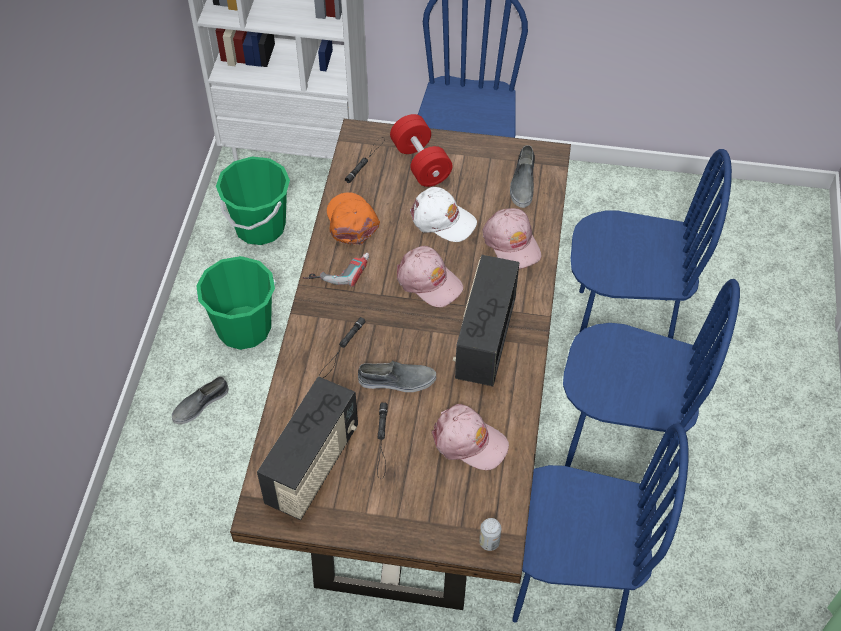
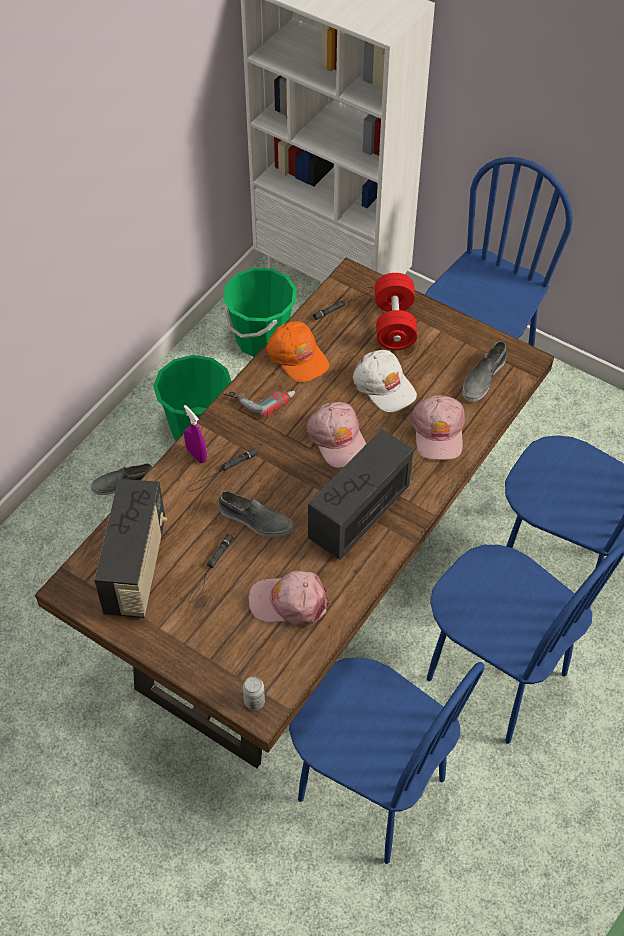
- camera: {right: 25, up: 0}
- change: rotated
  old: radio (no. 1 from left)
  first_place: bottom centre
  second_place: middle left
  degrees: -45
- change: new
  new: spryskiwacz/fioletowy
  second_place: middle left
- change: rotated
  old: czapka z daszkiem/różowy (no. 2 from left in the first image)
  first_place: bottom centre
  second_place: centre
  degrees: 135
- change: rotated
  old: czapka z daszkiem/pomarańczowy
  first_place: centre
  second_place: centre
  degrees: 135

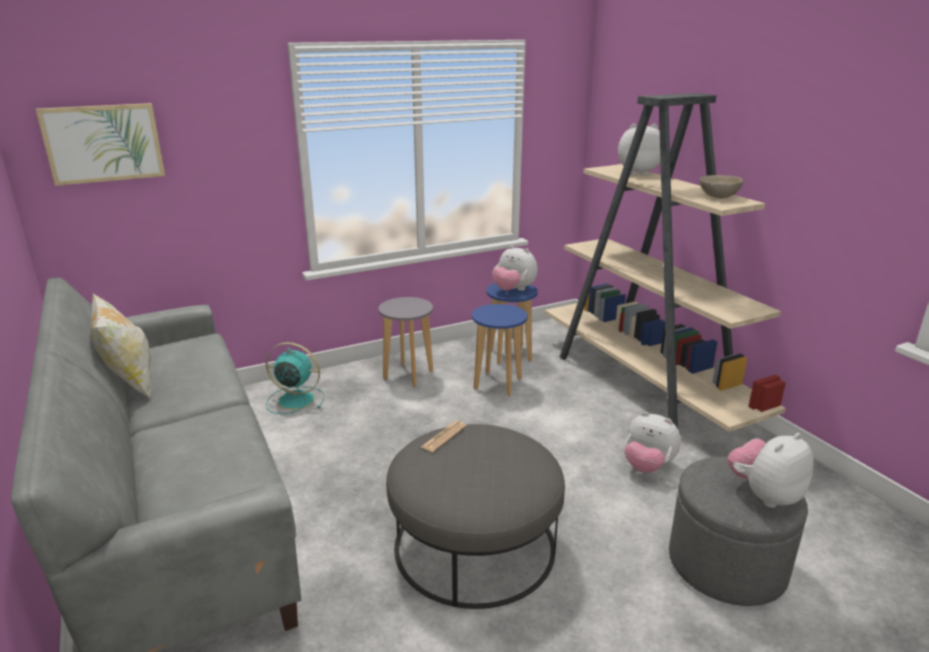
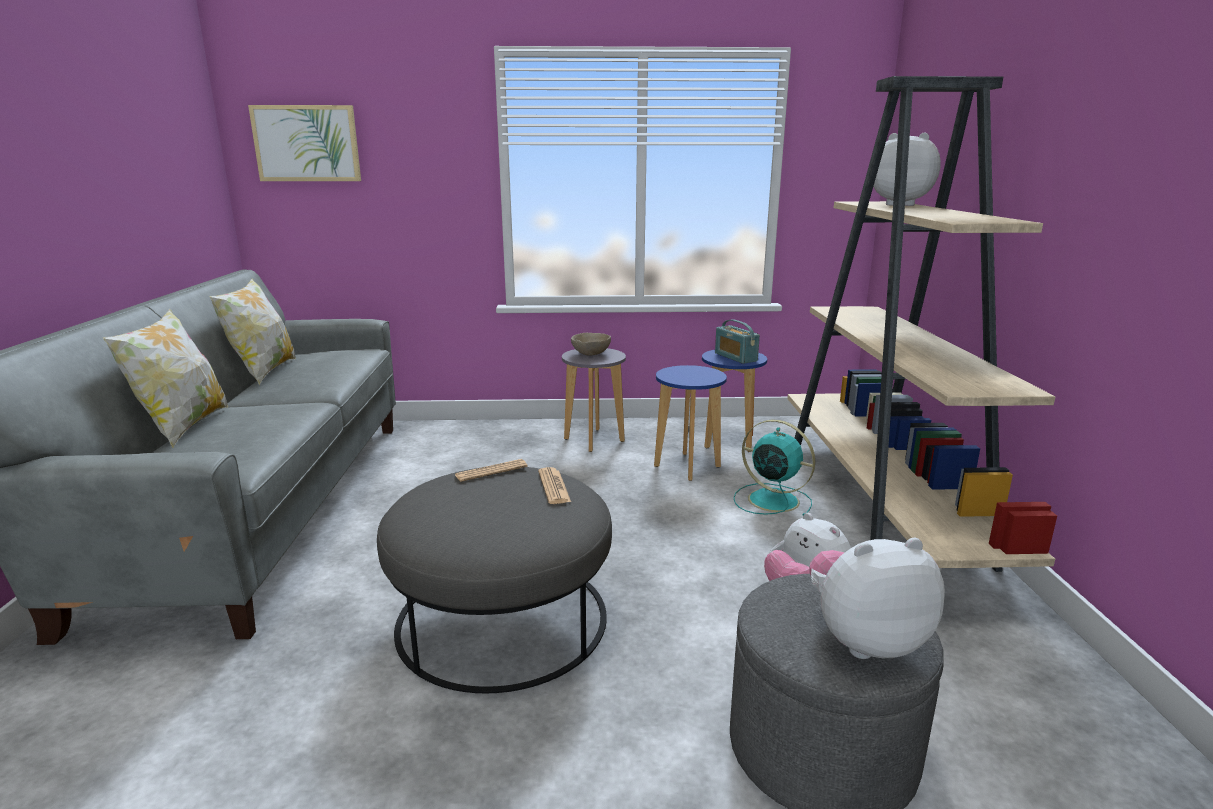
- camera: {right: 25, up: -5}
- change: new
  new: poduszka (no. 1 from left)
  second_place: middle left
- change: new
  new: gazeta (no. 2 from left)
  second_place: centre
- change: shifted
  old: miska/beżowy
  first_place: top right
  second_place: centre
- change: swapped
  old: pluszak (no. 1 from left)
  new: radio
  first_place: centre
  second_place: centre
- change: shifted
  old: wentylator/turkusowy
  first_place: middle left
  second_place: centre

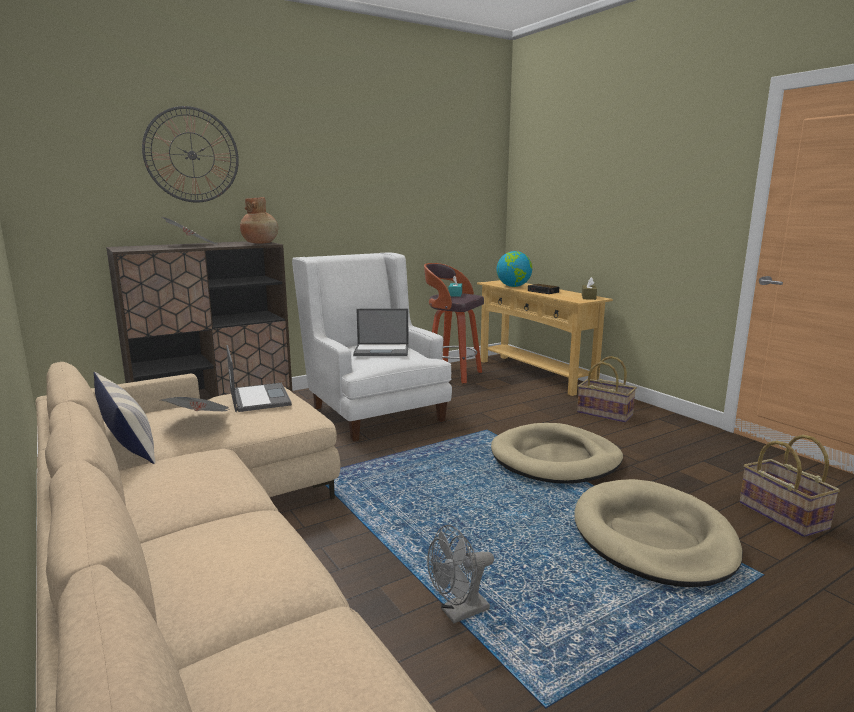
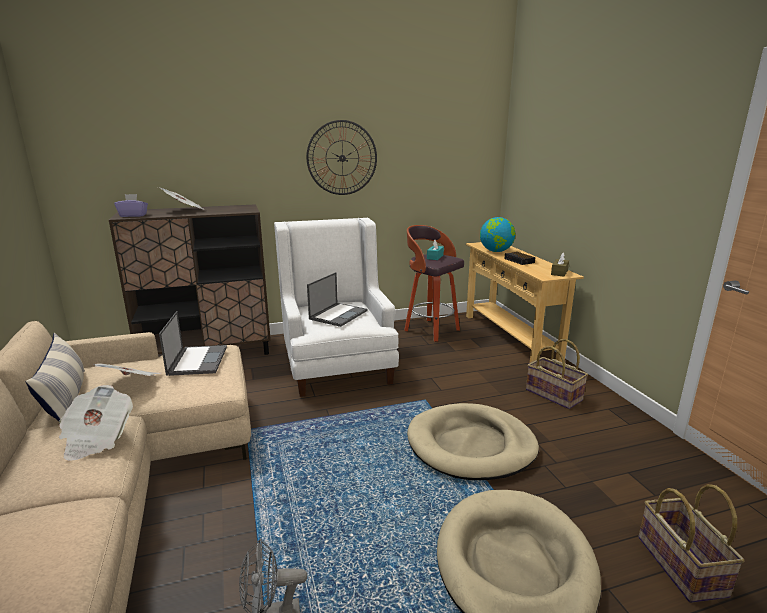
- camera: {right: 15, up: 5}
- change: new
  new: gazeta (no. 1 from left)
  second_place: bottom left
- change: new
  new: pudełko chusteczek/fioletowy
  second_place: middle left
- change: shifted
  old: zegar ścienny
  first_place: top left
  second_place: top centre
- change: rotated
  old: laptop (no. 2 from left)
  first_place: centre
  second_place: centre
  degrees: -75
- change: gone
  old: wazon/brązowy
  first_place: top left

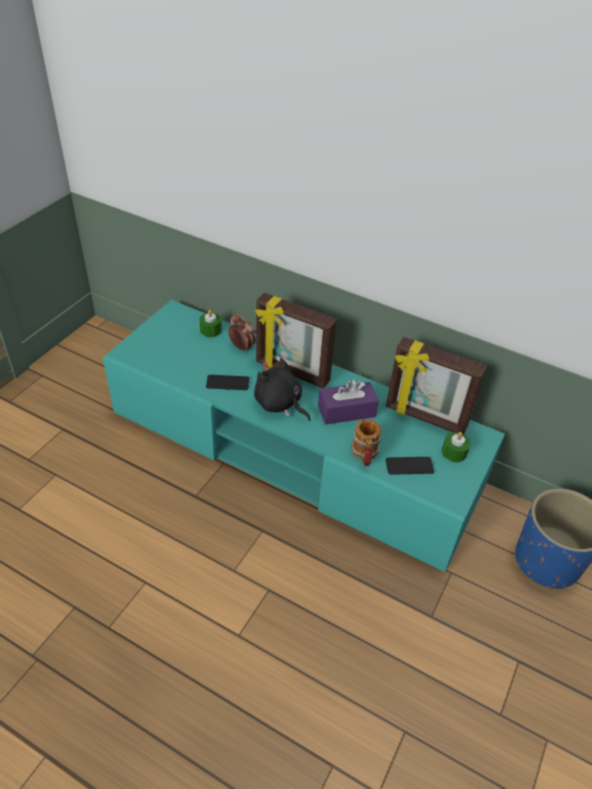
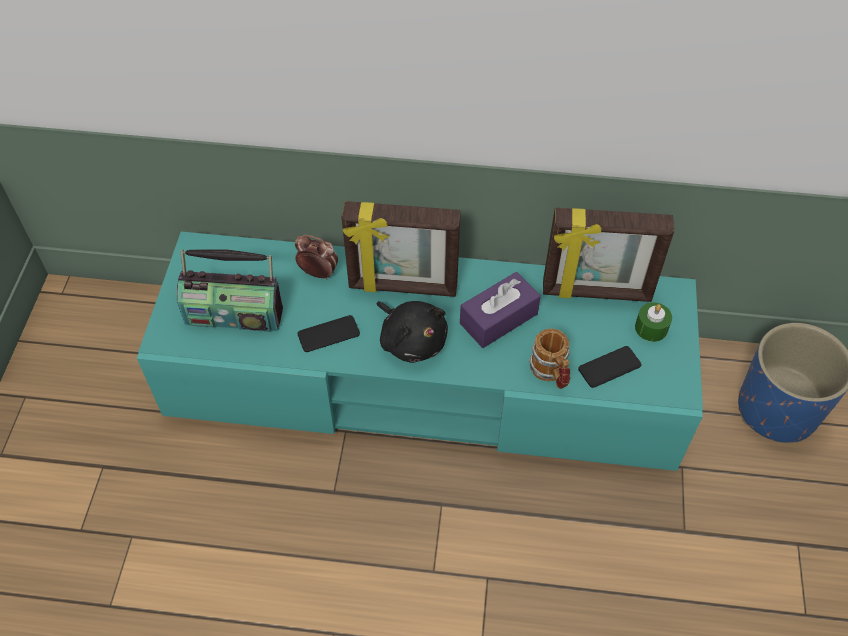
- camera: {right: -20, up: 10}
- change: new
  new: radio
  second_place: middle left
- change: rotated
  old: pluszak/czarny
  first_place: centre
  second_place: centre
  degrees: -150
- change: gone
  old: świeca/zielony (no. 1 from left)
  first_place: centre

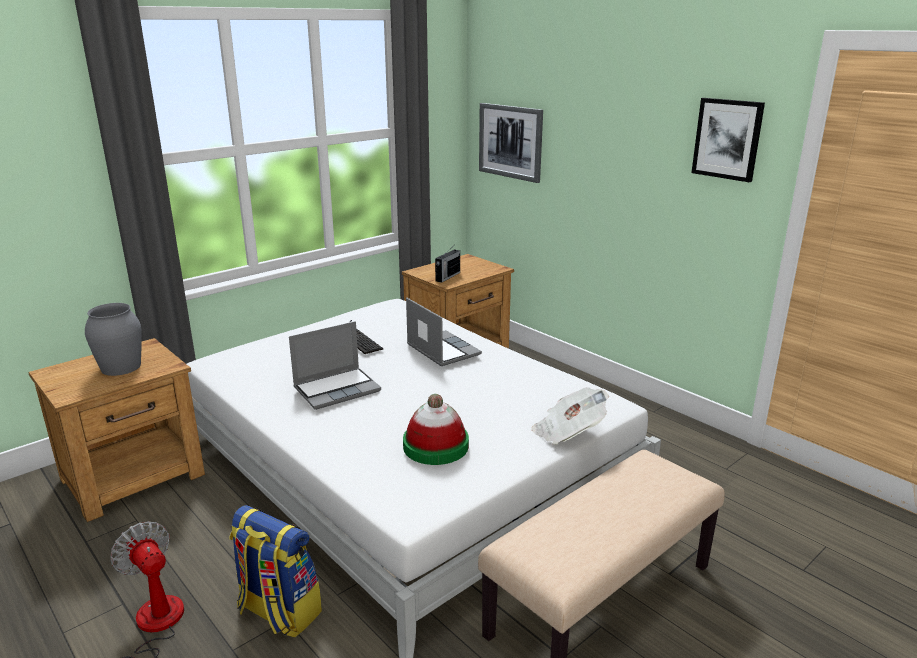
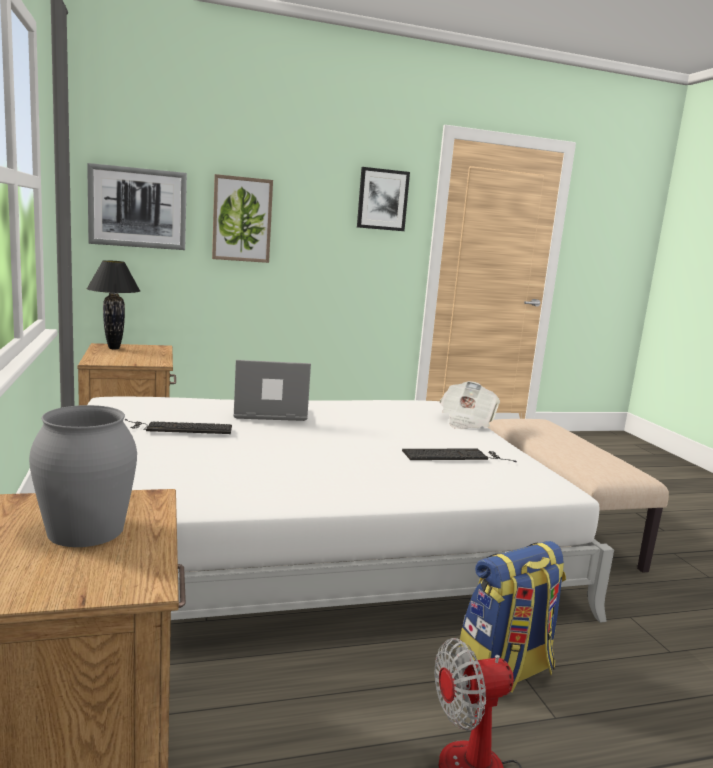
- camera: {right: -65, up: -10}
- change: new
  new: lampa stołowa/czarny
  second_place: middle left
- change: new
  new: obraz (no. 2 from left)
  second_place: top centre
- change: swapped
  old: kapelusz
  new: klawiatura (no. 2 from left)
  first_place: centre
  second_place: centre
- change: gone
  old: laptop (no. 1 from left)
  first_place: centre
- change: gone
  old: radio
  first_place: centre

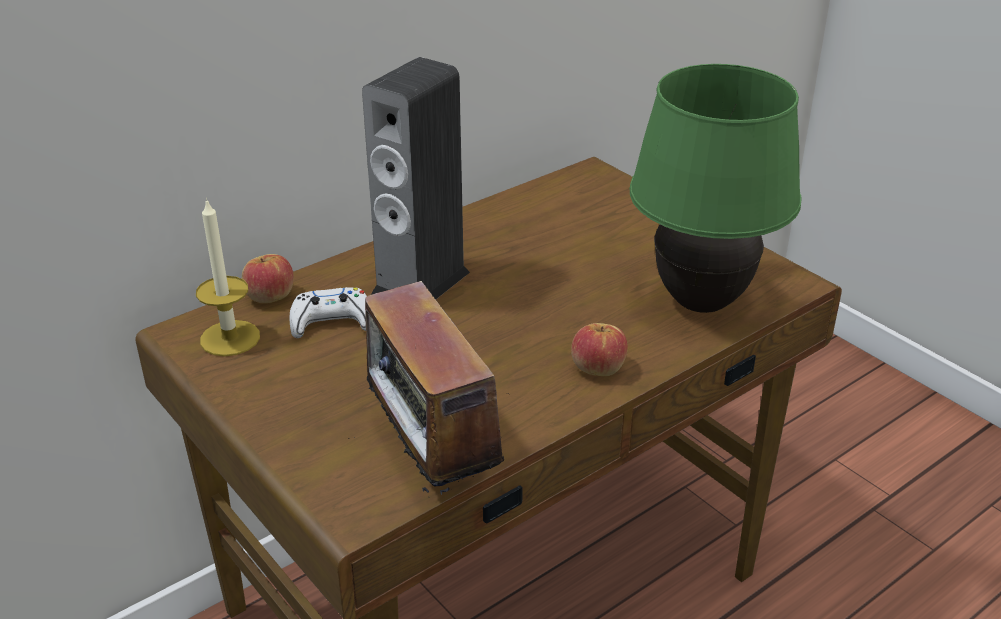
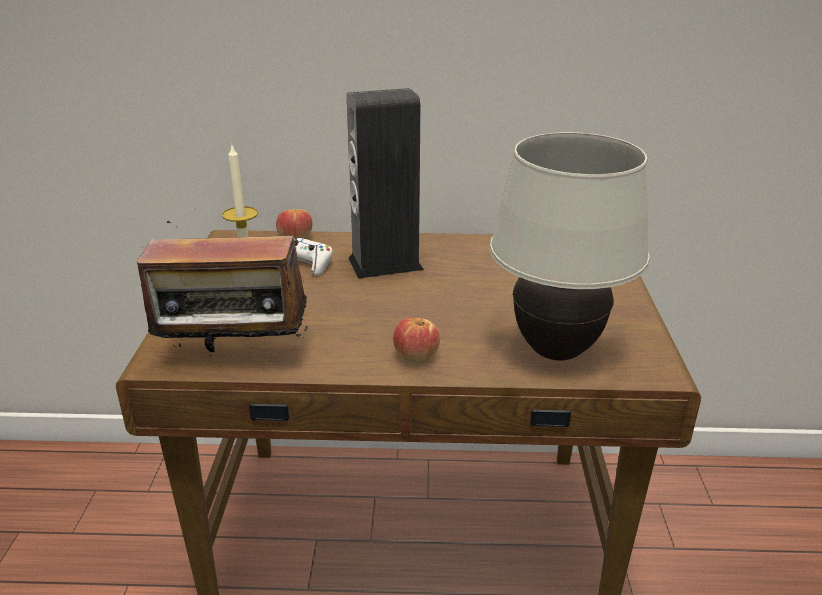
- camera: {right: 40, up: -5}
- change: rotated
  old: radio
  first_place: centre
  second_place: middle left
  degrees: -105
- change: repainted
  old: lampa stołowa/zielony
  new: lampa stołowa/biały
  first_place: top right
  second_place: middle right

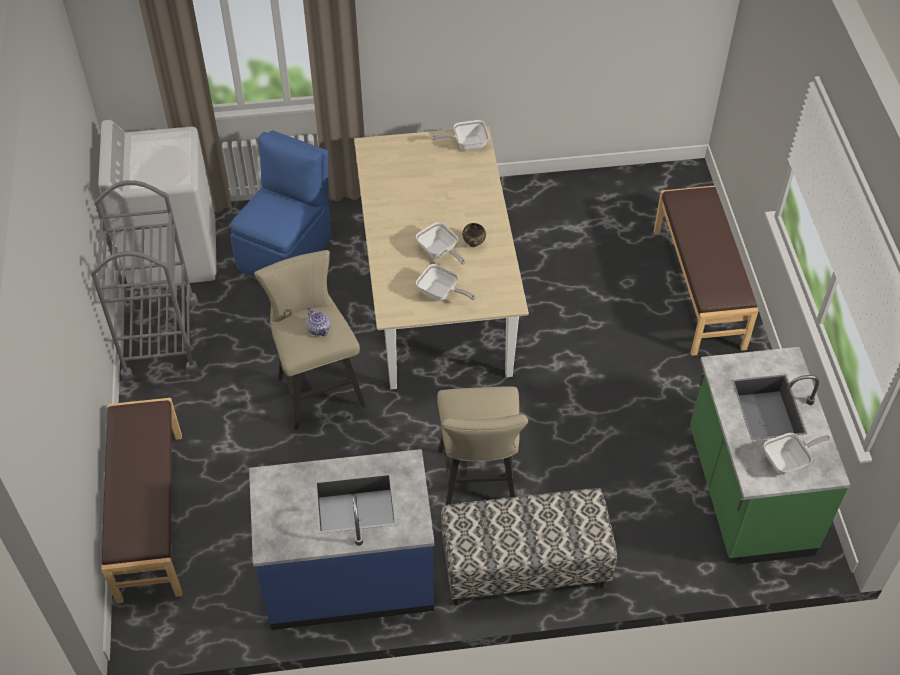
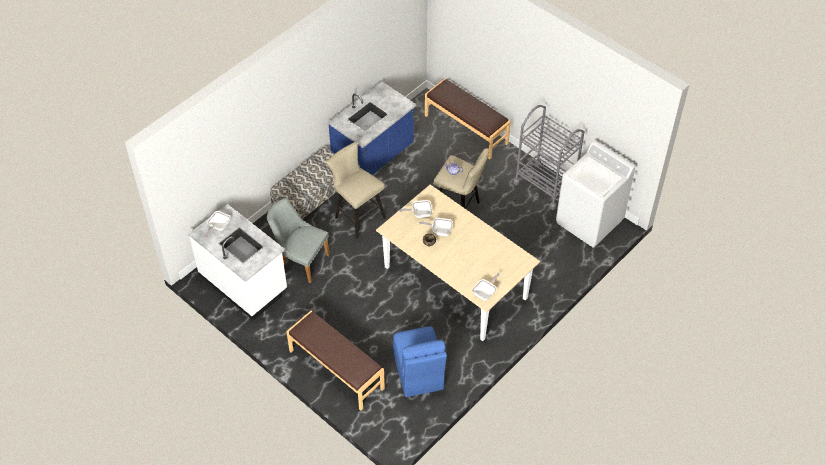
- camera: {right: 140, up: 0}
- change: repainted
  old: zabudowa kuchenna/zielony
  new: zabudowa kuchenna/biały
  first_place: bottom right
  second_place: middle left
- change: new
  new: krzesło/szary
  second_place: centre
- change: shifted
  old: krzesło/niebieski
  first_place: top left
  second_place: bottom centre

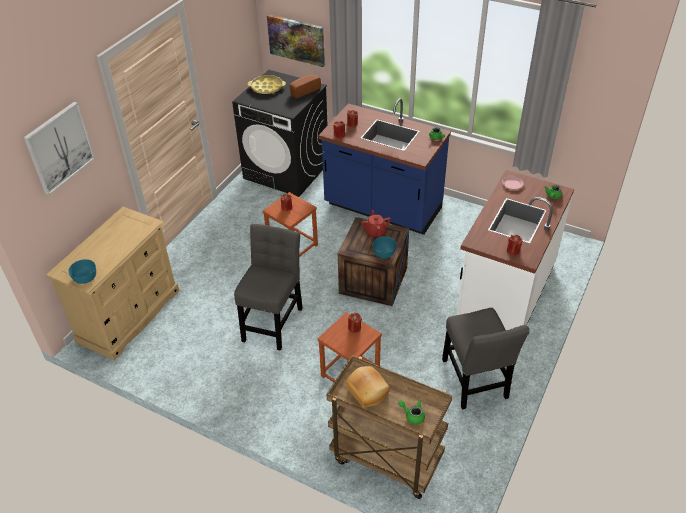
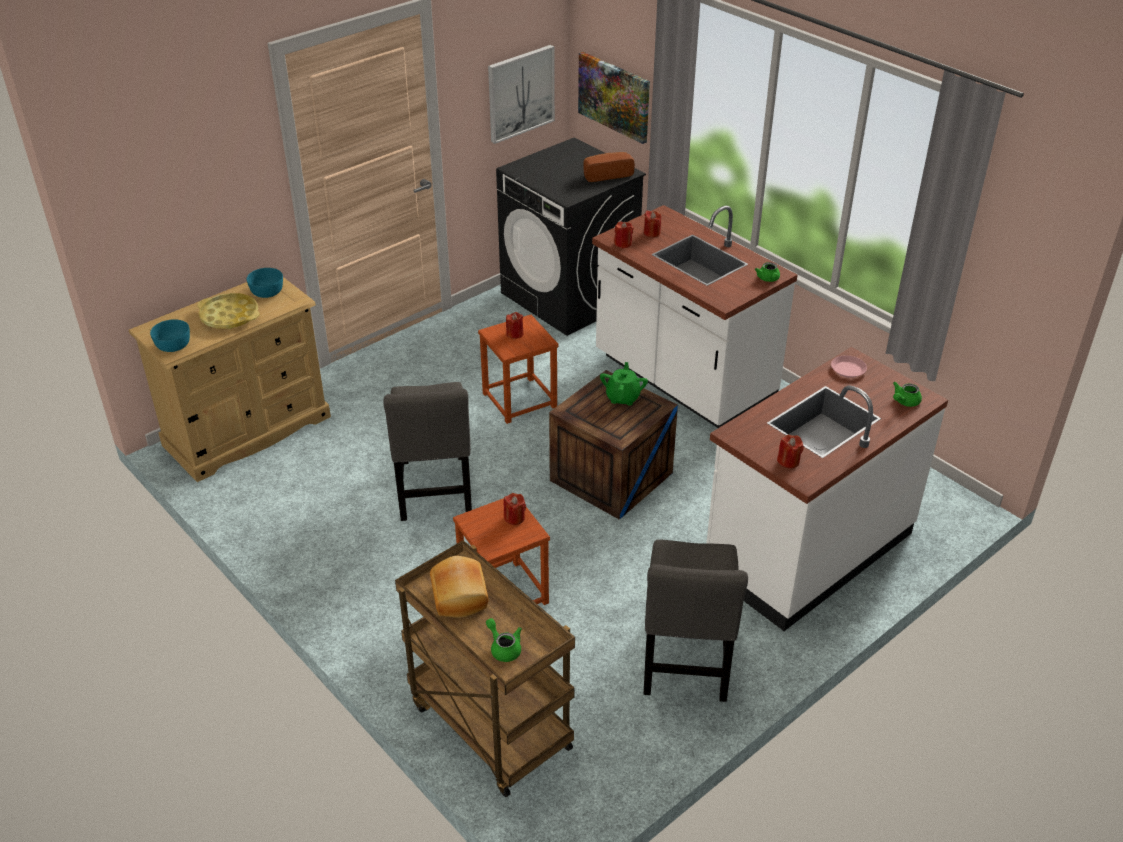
- camera: {right: 20, up: -5}
- change: shifted
  old: taca/żółty
  first_place: top centre
  second_place: middle left
- change: shifted
  old: miska/turkusowy (no. 2 from left)
  first_place: centre
  second_place: middle left
- change: rotated
  old: krzesło/szary (no. 1 from left)
  first_place: centre
  second_place: centre
  degrees: 135
- change: shifted
  old: obraz (no. 1 from left)
  first_place: top left
  second_place: top centre
- change: repainted
  old: zabudowa kuchenna/niebieski
  new: zabudowa kuchenna/biały (no. 1 from left)
  first_place: top centre
  second_place: centre
- change: repainted
  old: imbryk/czerwony
  new: imbryk/zielony (no. 2 from left)
  first_place: centre
  second_place: centre

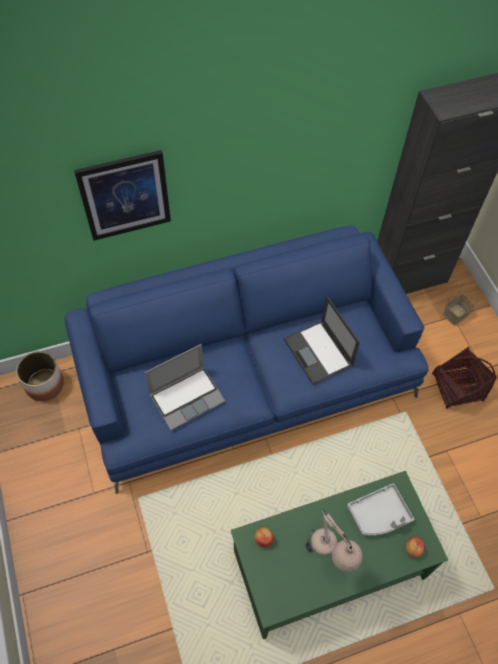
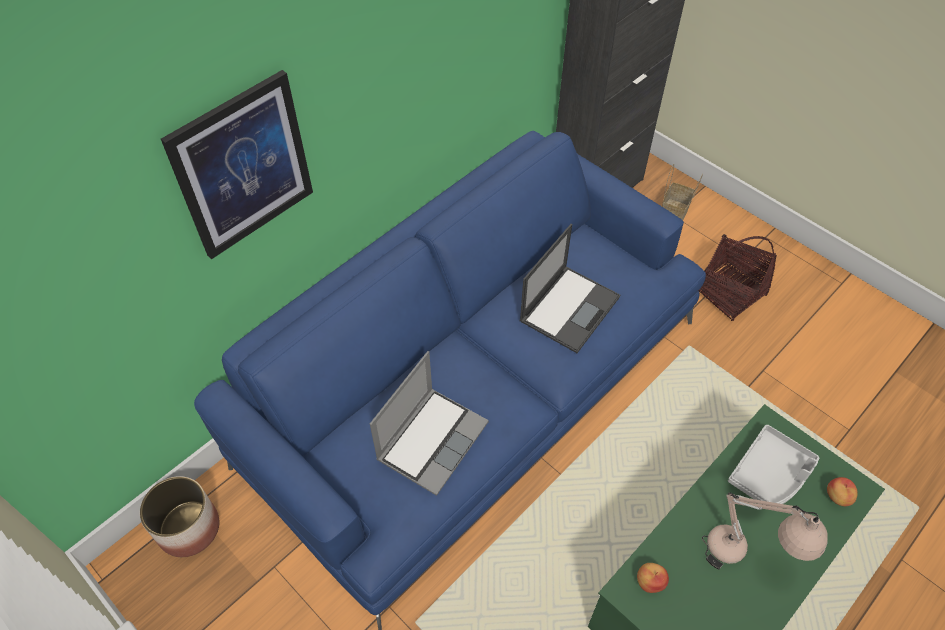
- camera: {right: -25, up: -5}
- change: rotated
  old: laptop (no. 2 from left)
  first_place: centre
  second_place: centre
  degrees: -90

